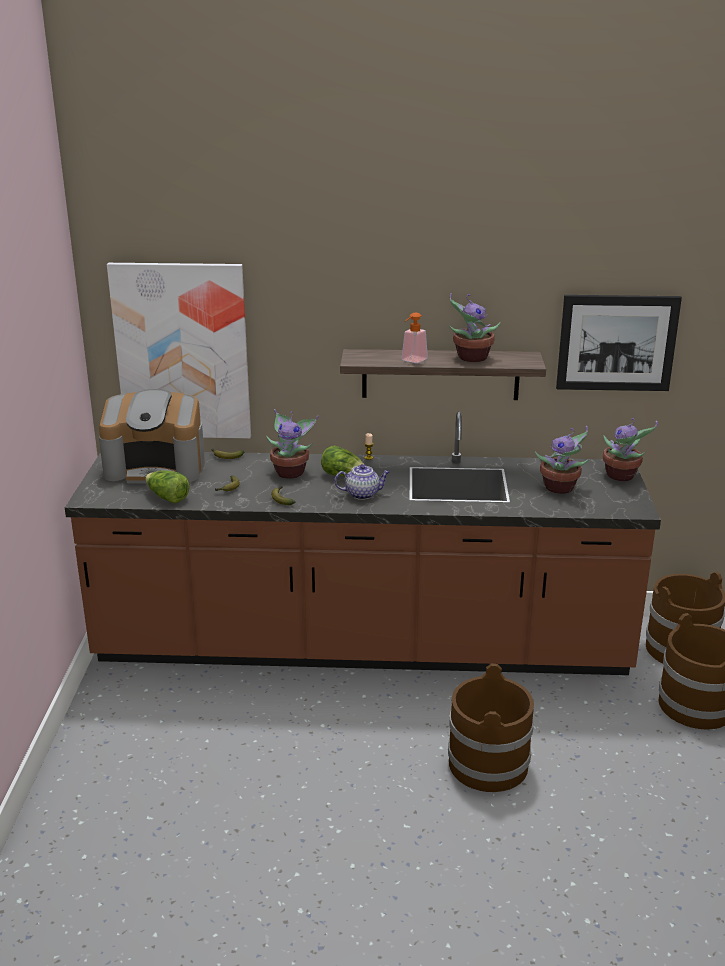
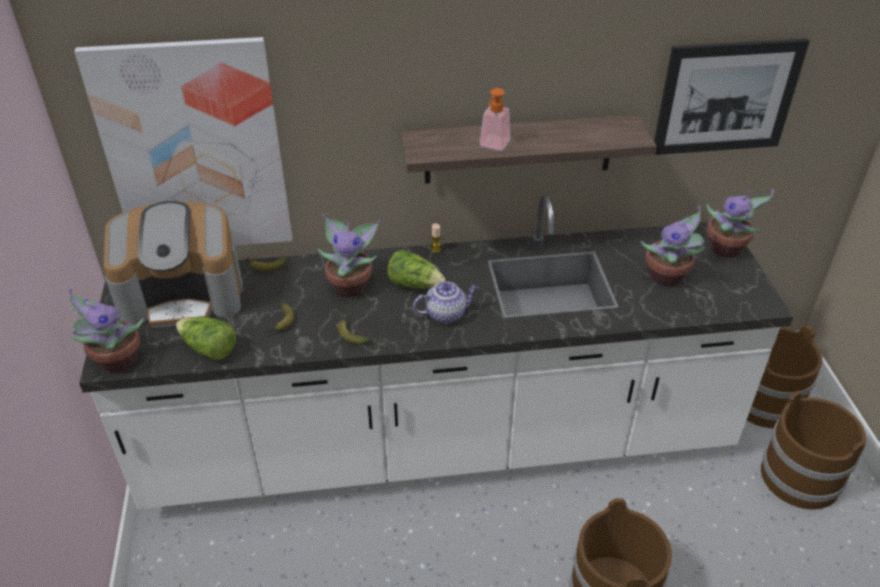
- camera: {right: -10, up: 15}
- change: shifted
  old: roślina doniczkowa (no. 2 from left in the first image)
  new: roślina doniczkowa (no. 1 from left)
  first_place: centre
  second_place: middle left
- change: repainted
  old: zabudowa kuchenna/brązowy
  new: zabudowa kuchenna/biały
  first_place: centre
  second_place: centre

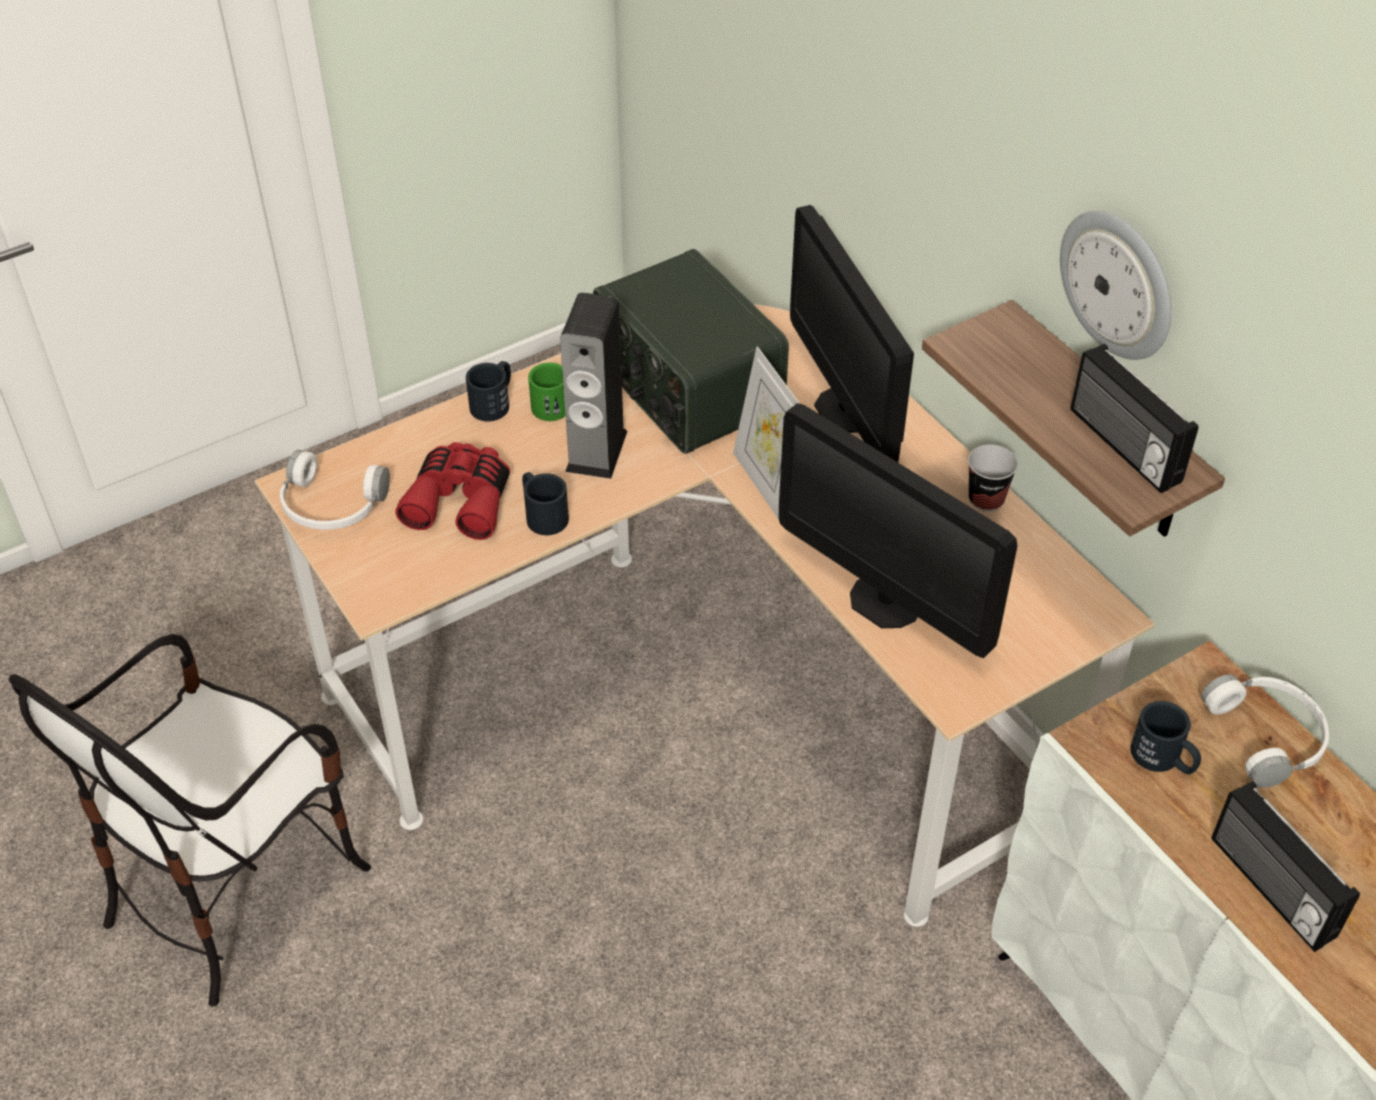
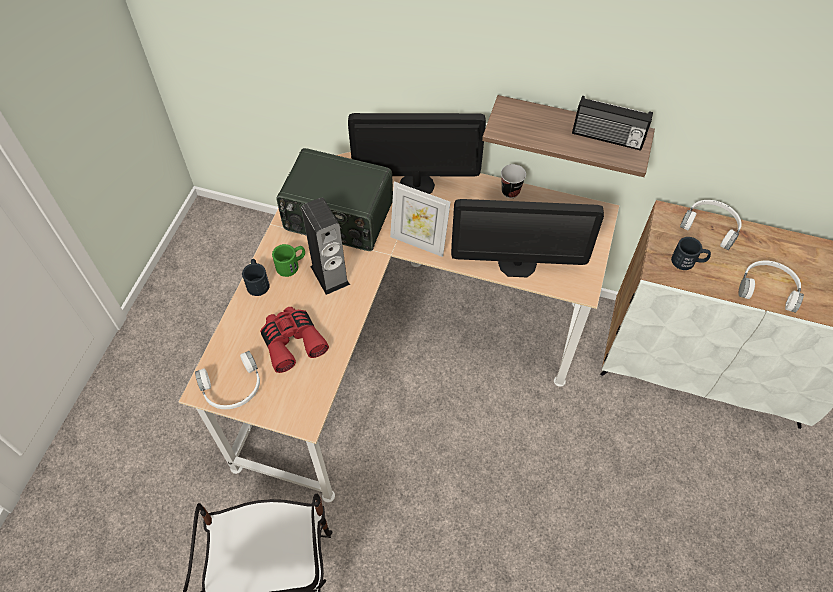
- camera: {right: -40, up: 10}
- change: rotated
  old: monitor (no. 1 from left)
  first_place: top centre
  second_place: top centre
  degrees: 150
- change: swapped
  old: radio (no. 3 from left)
  new: słuchawki/biały (no. 3 from left)
  first_place: bottom right
  second_place: middle right
- change: gone
  old: kubek/czarny (no. 2 from left)
  first_place: centre
- change: gone
  old: zegar ścienny
  first_place: top right

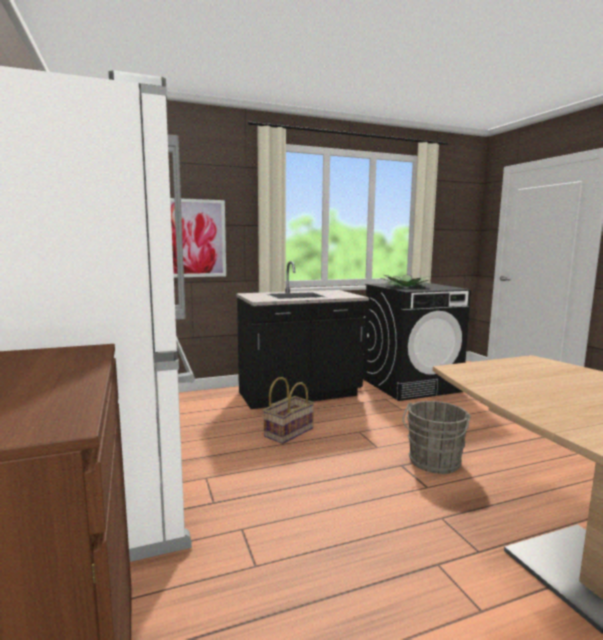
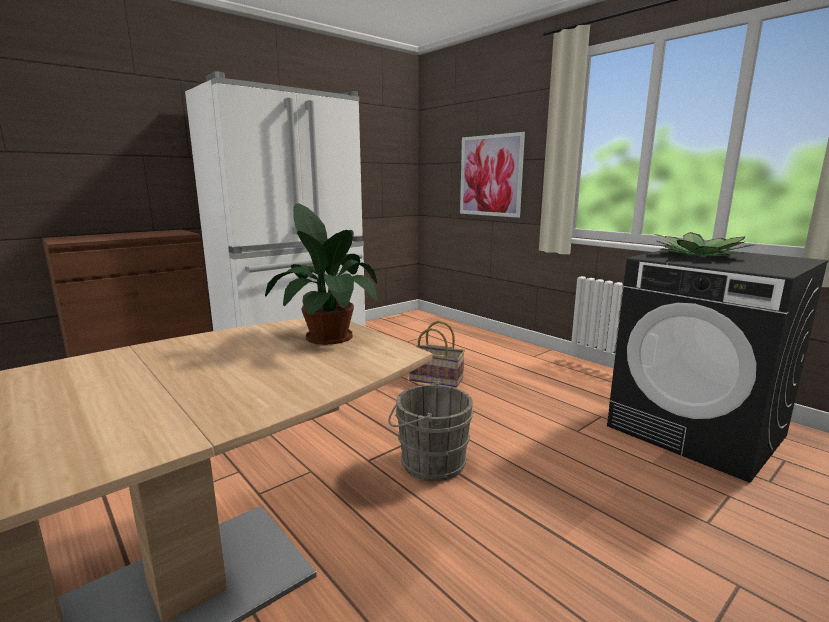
- camera: {right: 70, up: 5}
- change: new
  new: roślina doniczkowa (no. 1 from left)
  second_place: centre
- change: gone
  old: zabudowa kuchenna/czarny
  first_place: centre

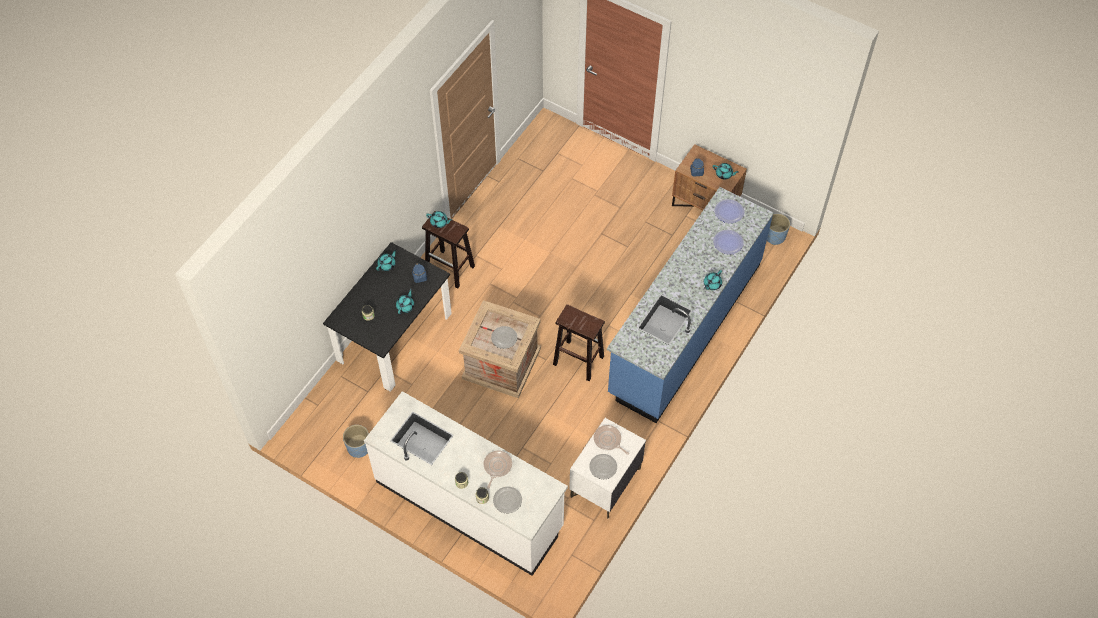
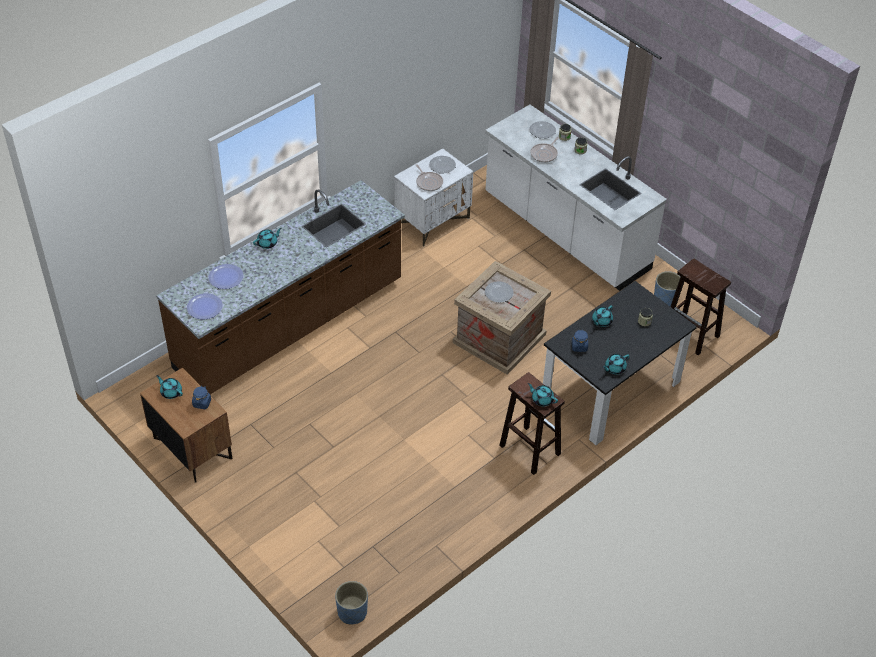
- camera: {right: -165, up: -10}
- change: repainted
  old: zabudowa kuchenna/niebieski
  new: zabudowa kuchenna/brązowy
  first_place: centre
  second_place: middle left
- change: shifted
  old: donica/niebieski (no. 2 from left in the first image)
  new: donica/niebieski (no. 1 from left)
  first_place: middle right
  second_place: bottom centre
- change: shifted
  old: stołek/brązowy (no. 2 from left)
  first_place: centre
  second_place: middle right

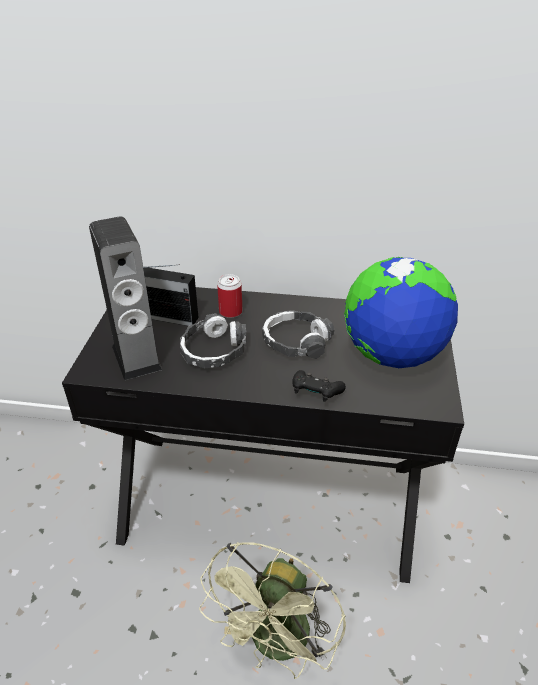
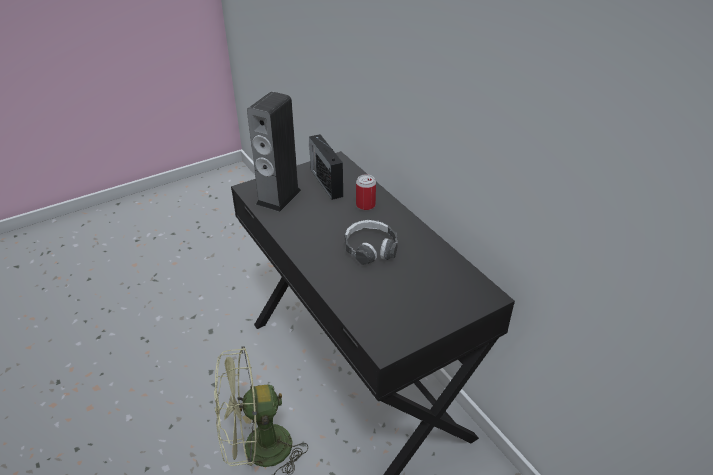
- camera: {right: 50, up: 0}
- change: gone
  old: słuchawki (no. 1 from left)
  first_place: centre
- change: gone
  old: pad do gier/czarny
  first_place: centre
- change: gone
  old: globus
  first_place: middle right

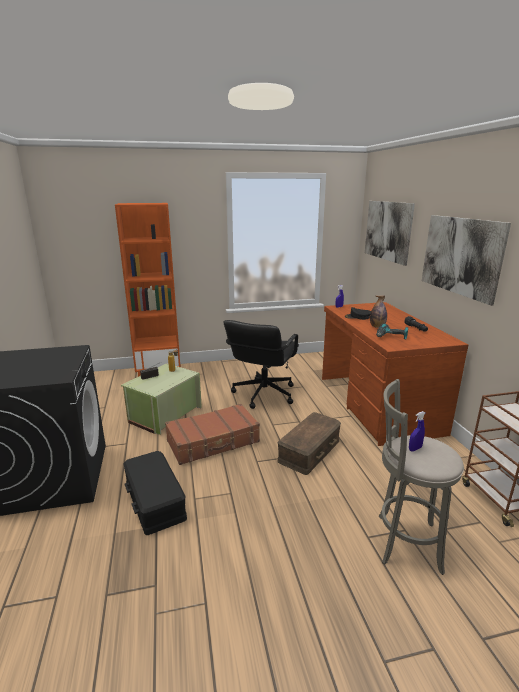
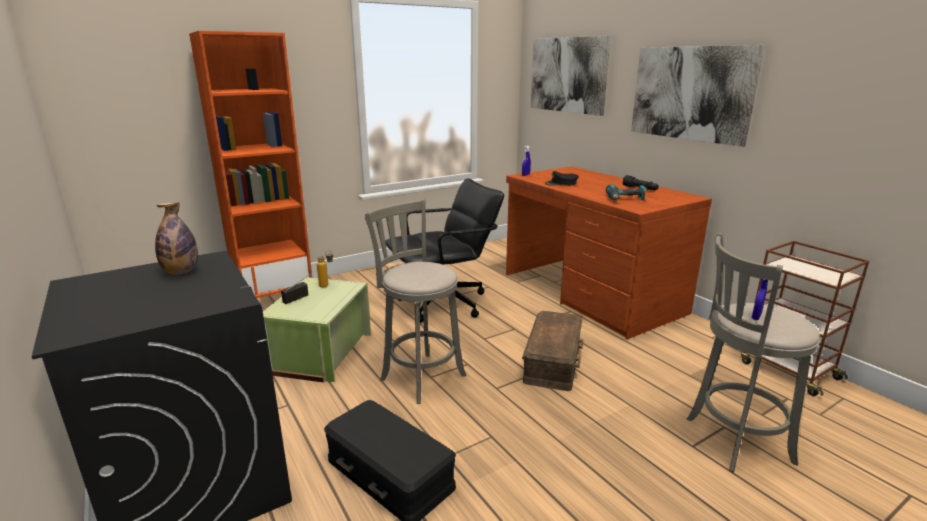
- camera: {right: -20, up: 0}
- change: shifted
  old: butelka (no. 2 from left in the first image)
  new: butelka (no. 1 from left)
  first_place: middle right
  second_place: middle left
- change: swapped
  old: walizka/brązowy
  new: stołek/szary (no. 1 from left)
  first_place: centre
  second_place: centre
- change: rotated
  old: krzesło biurowe/czarny
  first_place: centre
  second_place: centre
  degrees: -120

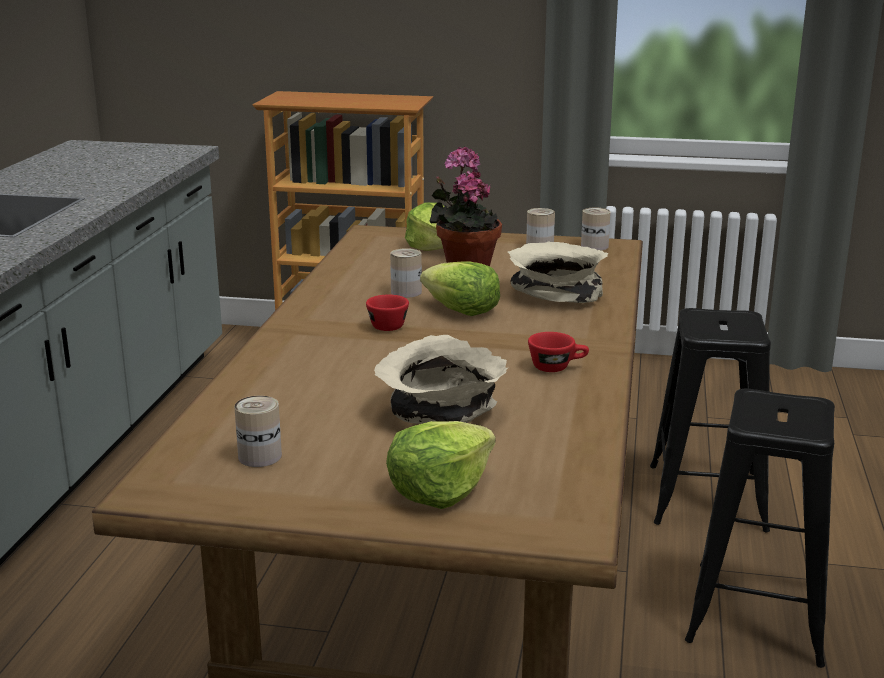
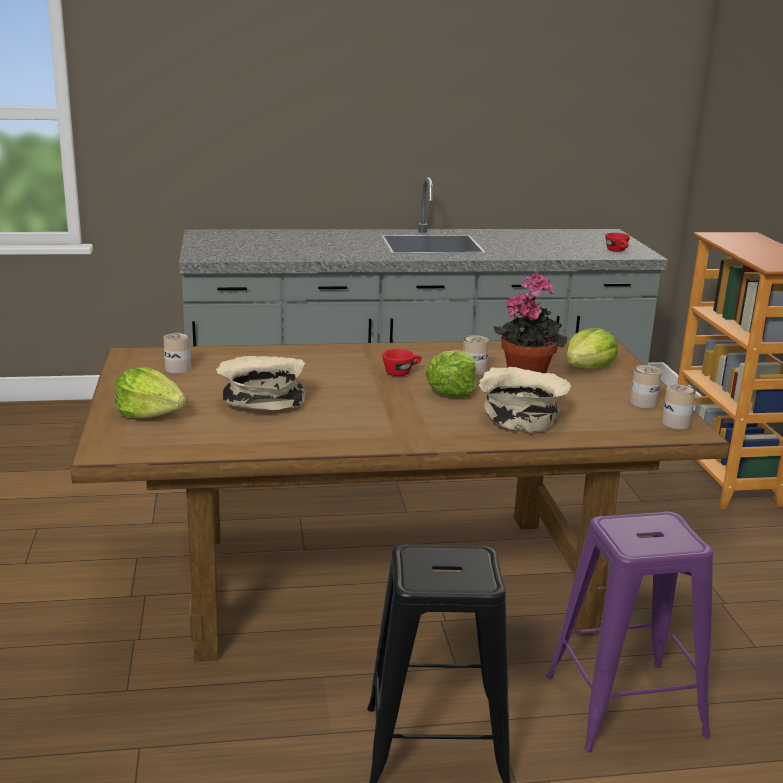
- camera: {right: 70, up: 0}
- change: repainted
  old: stołek/czarny (no. 1 from left)
  new: stołek/fioletowy
  first_place: middle right
  second_place: bottom right
- change: shifted
  old: filiżanka/czerwony (no. 2 from left)
  first_place: centre
  second_place: top right

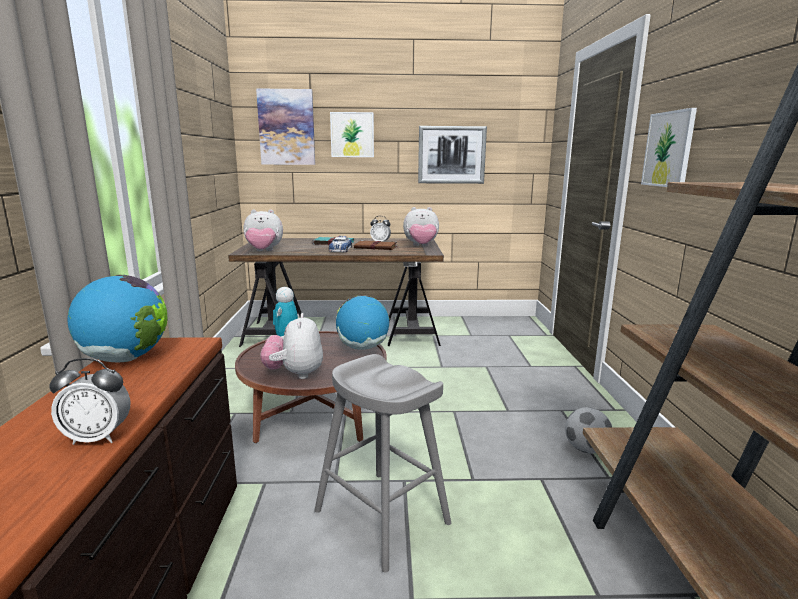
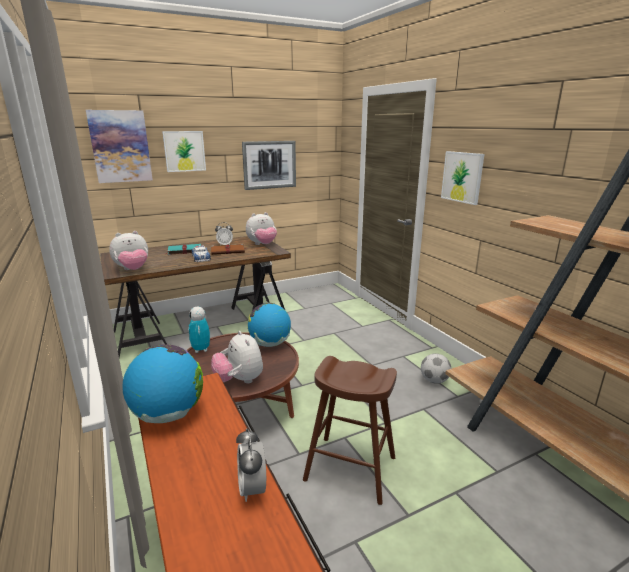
- camera: {right: -25, up: 5}
- change: rotated
  old: budzik (no. 1 from left in the first image)
  first_place: bottom left
  second_place: bottom centre
  degrees: 105
- change: repainted
  old: stołek/szary
  new: stołek/brązowy
  first_place: bottom centre
  second_place: bottom centre

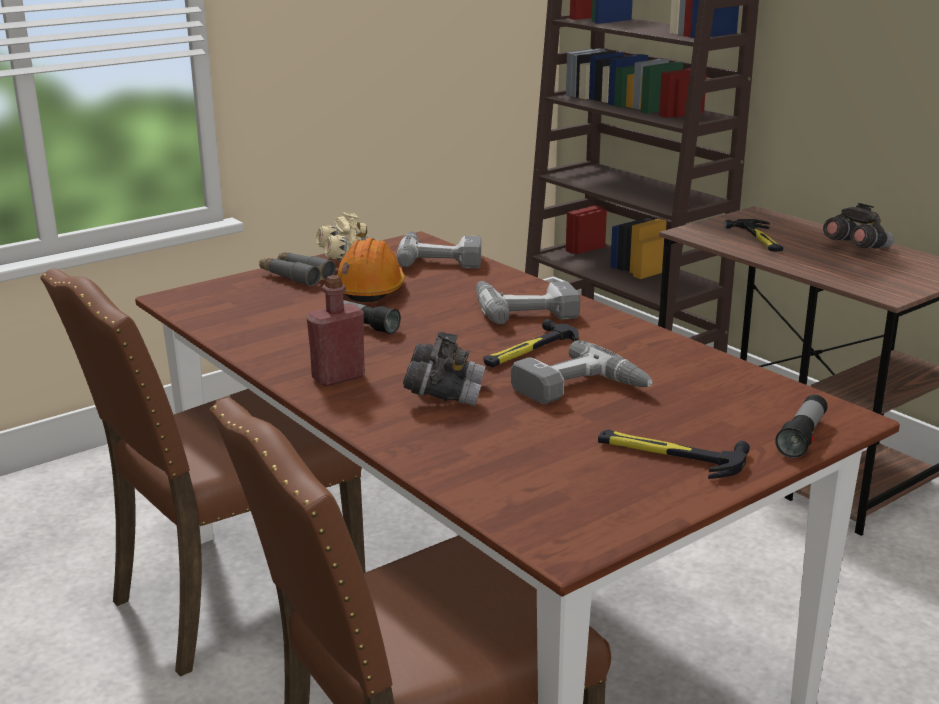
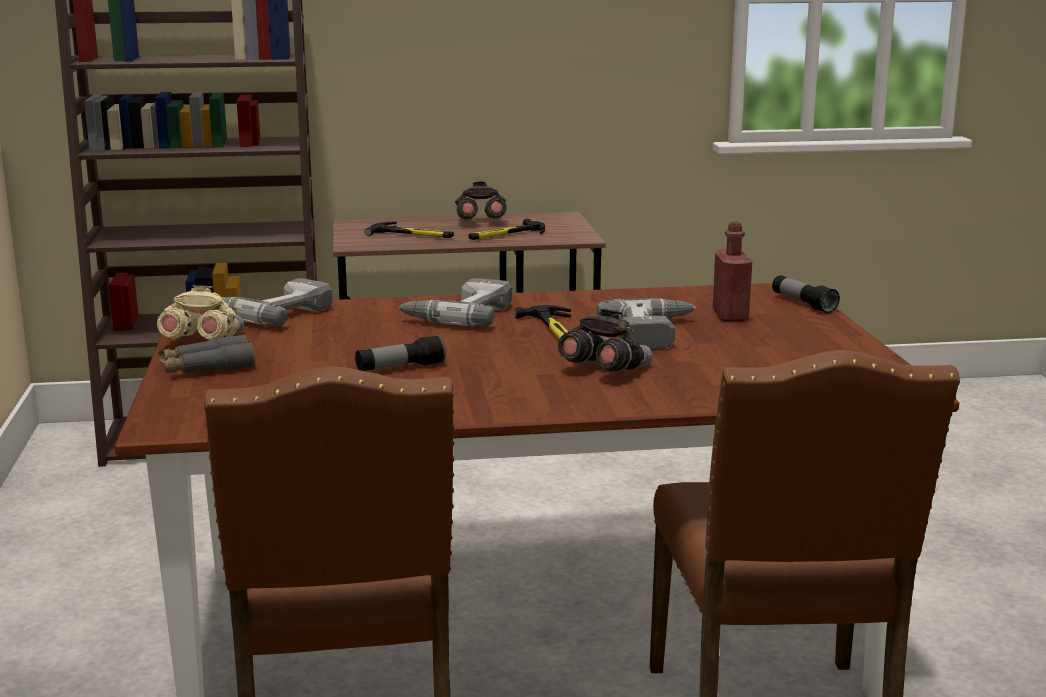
- camera: {right: -60, up: -5}
- change: shifted
  old: młotek (no. 2 from left)
  first_place: middle right
  second_place: top centre
- change: shifted
  old: butelka/czerwony
  first_place: centre
  second_place: middle right
- change: gone
  old: kask/pomarańczowy
  first_place: centre

